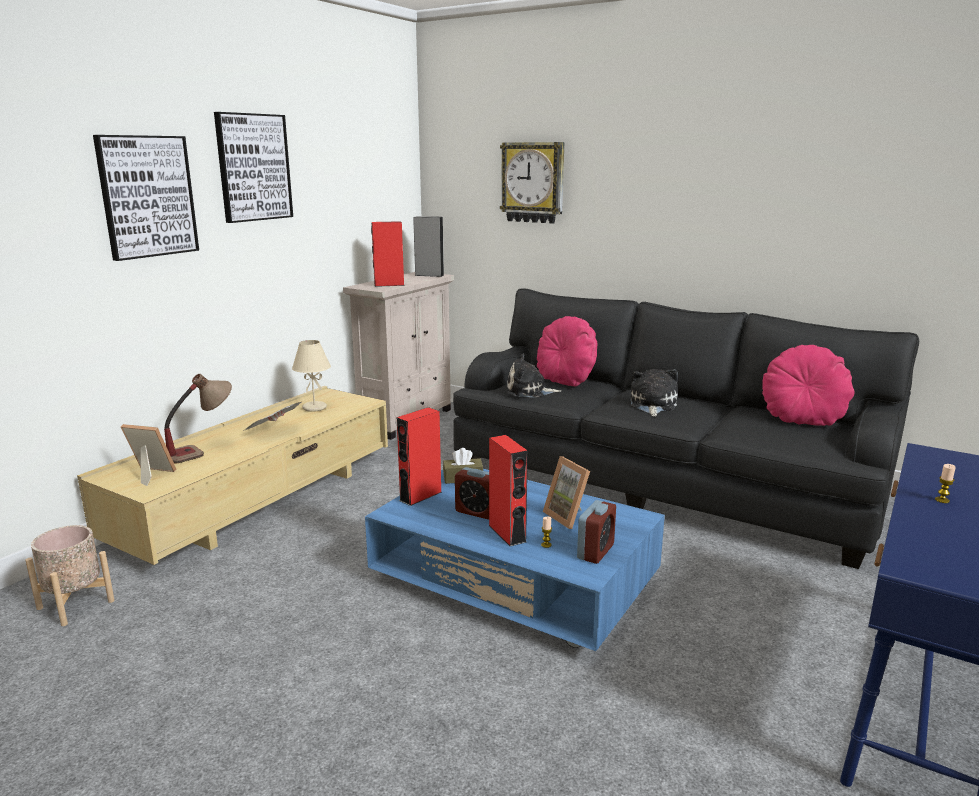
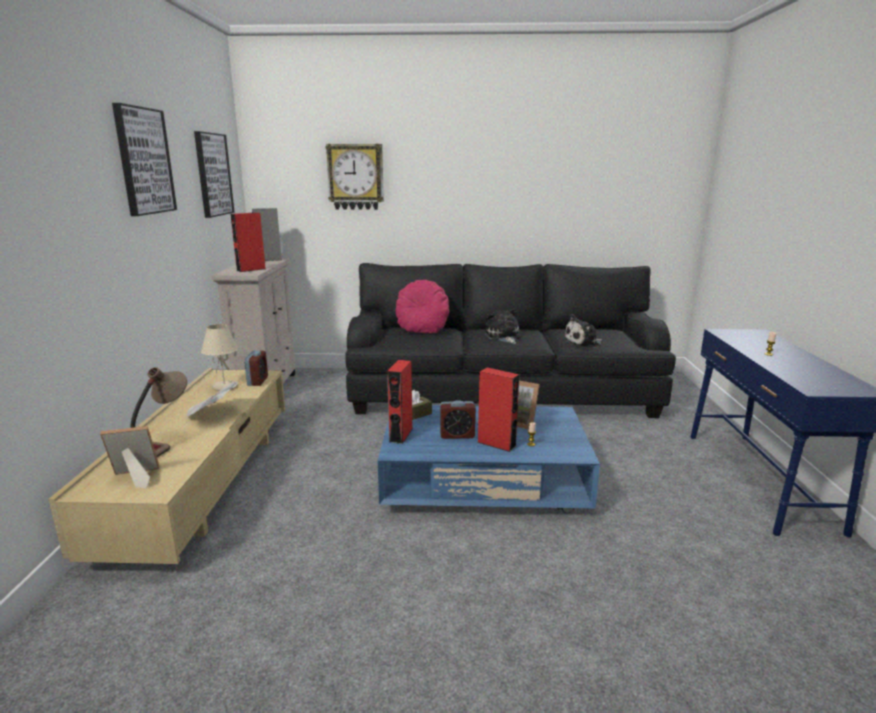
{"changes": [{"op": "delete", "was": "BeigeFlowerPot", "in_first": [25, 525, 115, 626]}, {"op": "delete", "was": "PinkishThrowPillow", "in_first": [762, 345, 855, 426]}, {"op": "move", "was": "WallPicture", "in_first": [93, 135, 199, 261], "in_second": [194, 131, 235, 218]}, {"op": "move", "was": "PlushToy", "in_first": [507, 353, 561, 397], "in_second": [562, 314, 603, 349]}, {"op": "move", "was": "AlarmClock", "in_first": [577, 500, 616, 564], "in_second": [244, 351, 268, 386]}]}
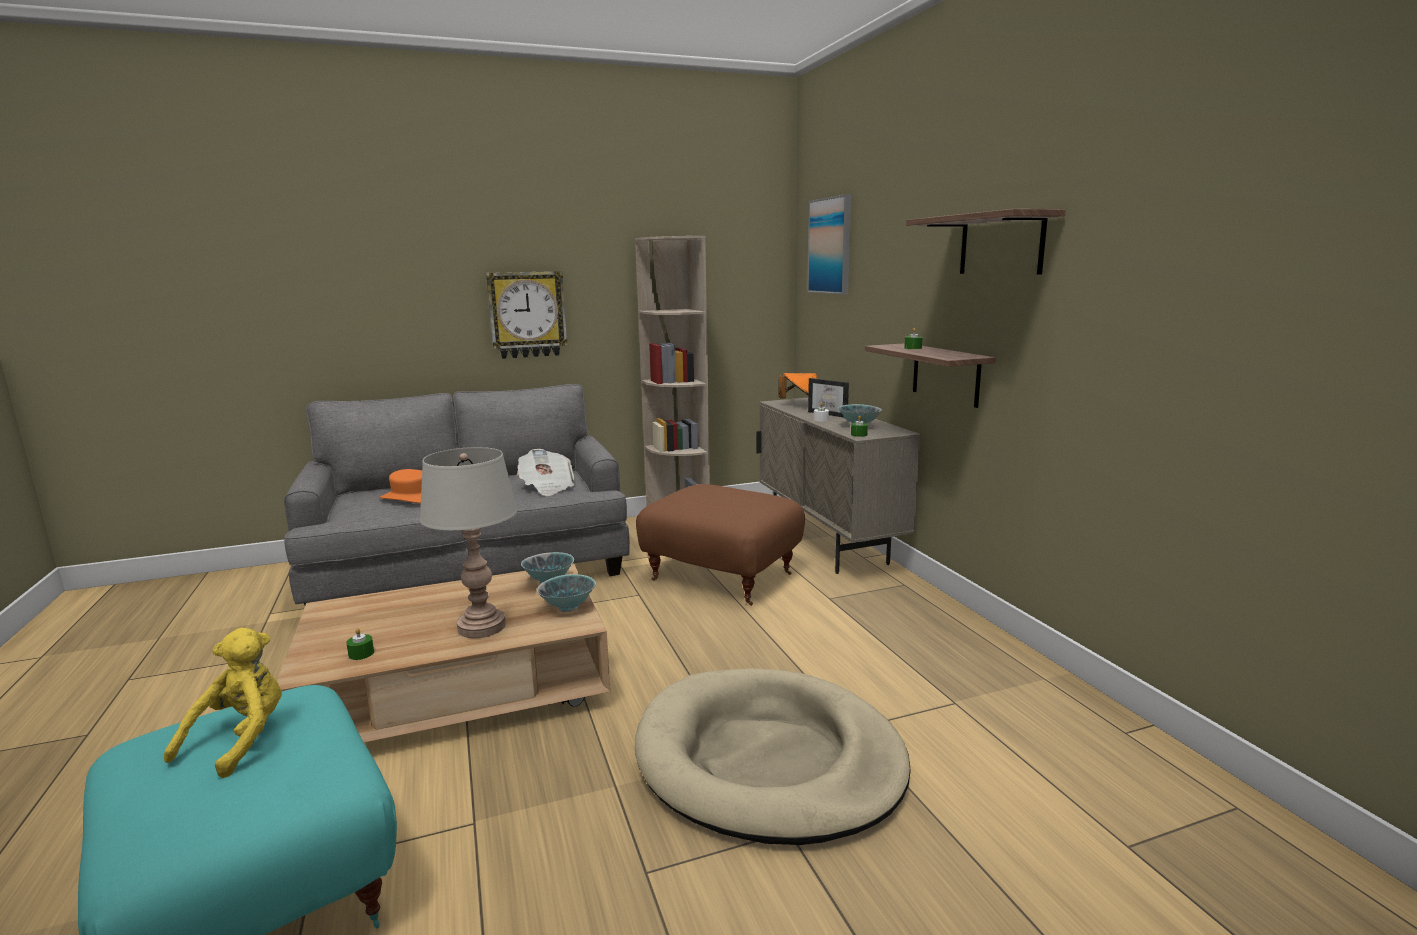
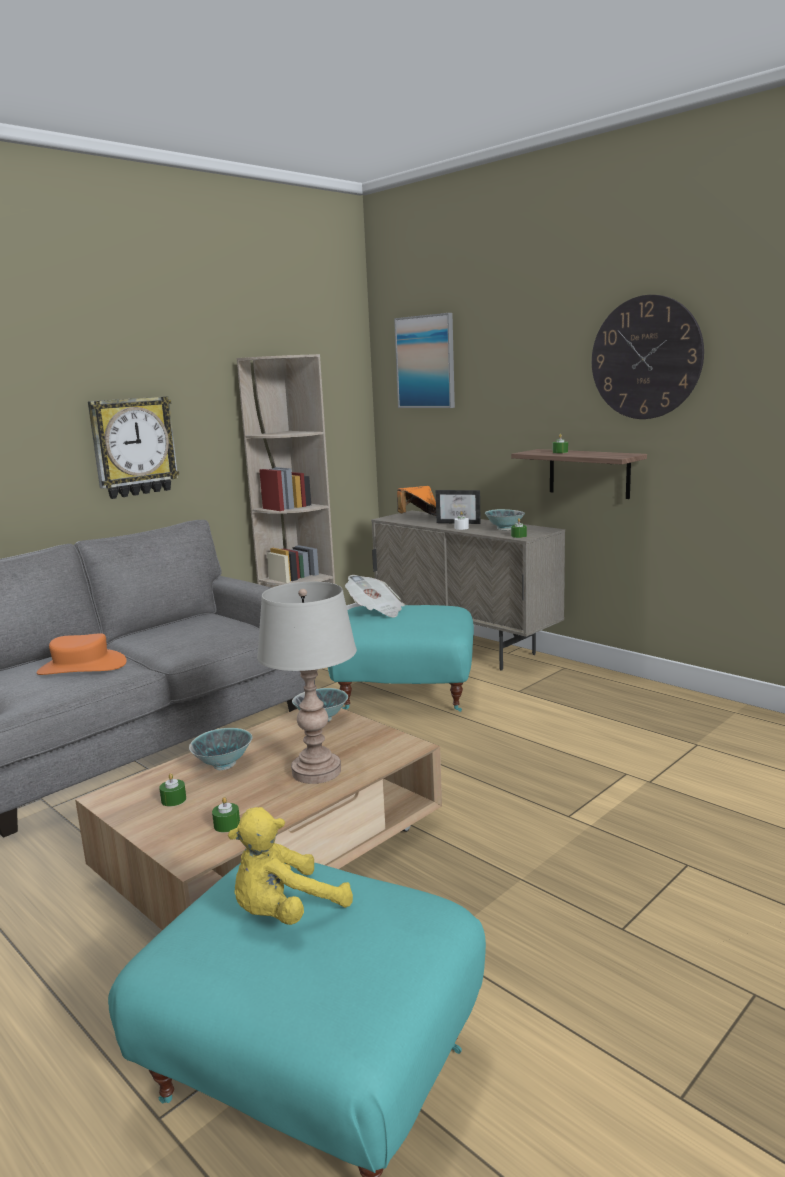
{"changes": [{"op": "delete", "was": "BeigePetBed", "in_first": [635, 668, 910, 845]}, {"op": "insert", "now": "GreenCandle", "in_second": [159, 773, 186, 806]}, {"op": "move", "was": "DailyPaper", "in_first": [517, 449, 574, 496], "in_second": [345, 575, 405, 618]}, {"op": "move", "was": "DeepDish", "in_first": [537, 574, 596, 612], "in_second": [189, 728, 252, 771]}, {"op": "replace", "was": "BracketShelf", "now": "ClockOnTheWall", "in_first": [906, 209, 1066, 274], "in_second": [592, 295, 704, 419]}, {"op": "recolor", "was": "BrownColouredOttoman", "now": "TurquoiseColouredOttoman", "in_first": [636, 484, 805, 606], "in_second": [328, 605, 474, 712]}, {"op": "rotate", "was": "YellowishPlushToy", "in_first": [164, 628, 282, 778], "in_second": [228, 807, 353, 925], "clockwise": -120}]}
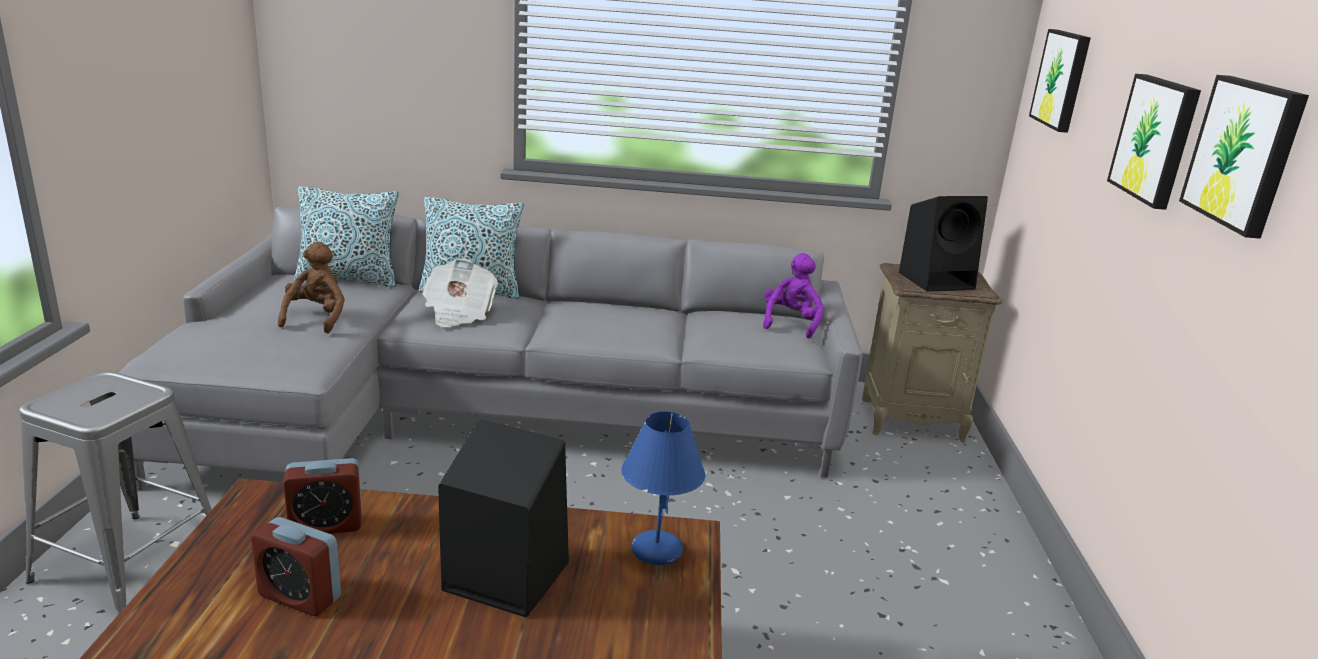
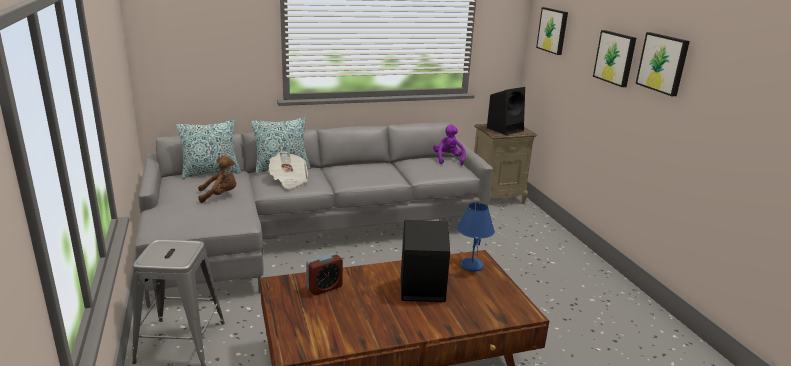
{"changes": [{"op": "delete", "was": "AlarmClock", "in_first": [251, 517, 341, 616]}, {"op": "rotate", "was": "BrownColouredPlushToy", "in_first": [278, 242, 345, 333], "in_second": [198, 156, 236, 203], "clockwise": 90}]}
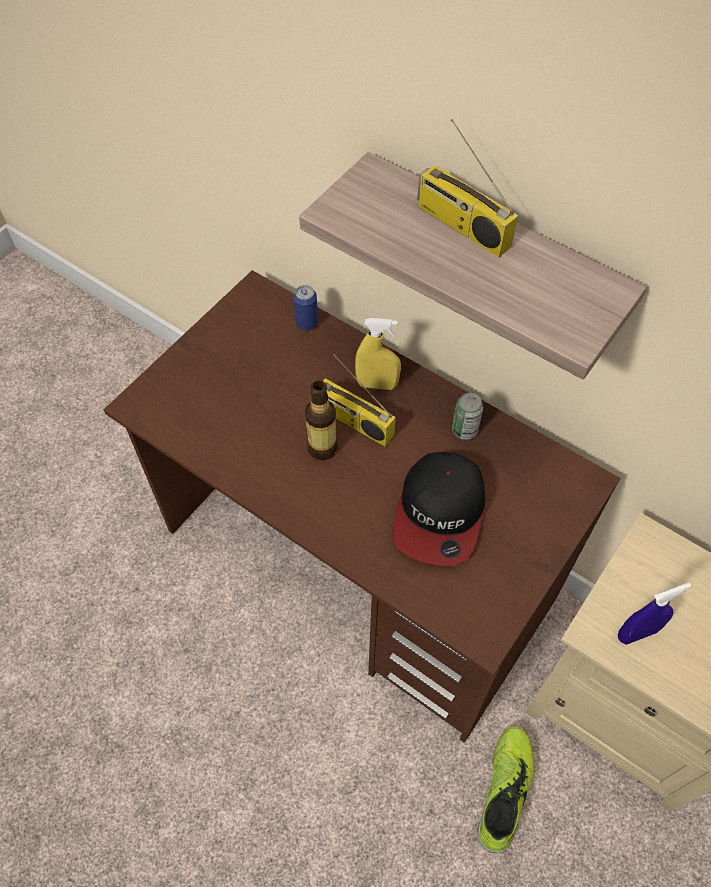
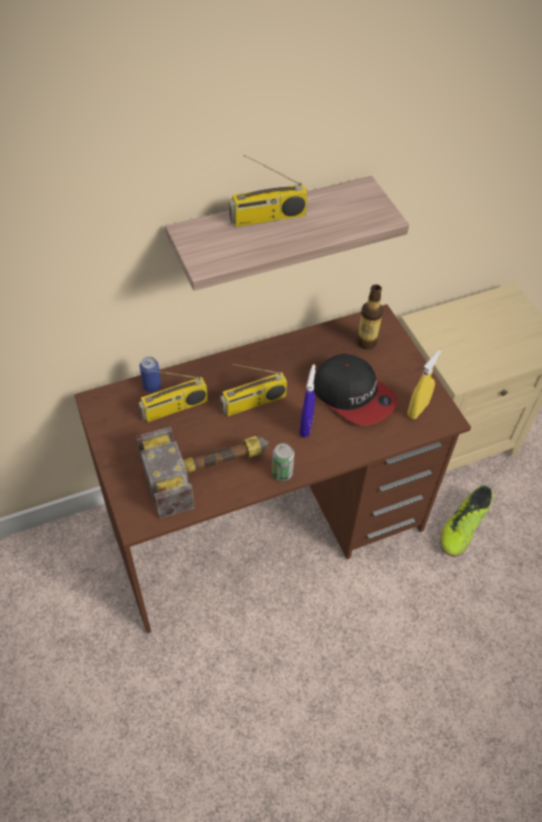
{"changes": [{"op": "insert", "now": "Hammer", "in_second": [136, 426, 269, 519]}, {"op": "insert", "now": "RadioReceiver", "in_second": [138, 369, 208, 422]}, {"op": "move", "was": "Bottle", "in_first": [305, 380, 337, 460], "in_second": [356, 284, 383, 349]}, {"op": "move", "was": "YellowishSprayer", "in_first": [355, 318, 401, 390], "in_second": [408, 350, 441, 419]}, {"op": "move", "was": "MetalCan", "in_first": [452, 393, 483, 440], "in_second": [272, 443, 294, 481]}, {"op": "move", "was": "BlueColouredSprayer", "in_first": [618, 583, 691, 645], "in_second": [300, 364, 316, 438]}, {"op": "rotate", "was": "ItemOfFootwear", "in_first": [477, 726, 534, 853], "in_second": [440, 485, 493, 557], "clockwise": -105}]}
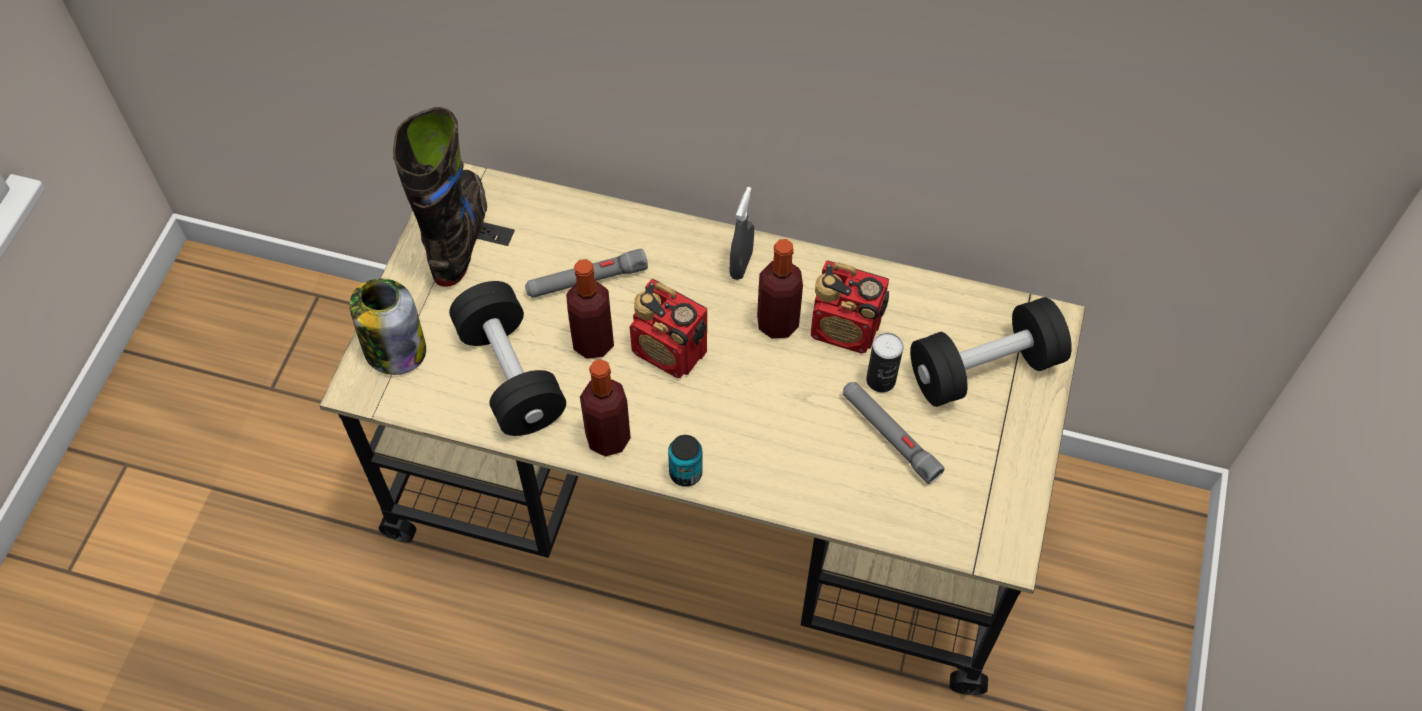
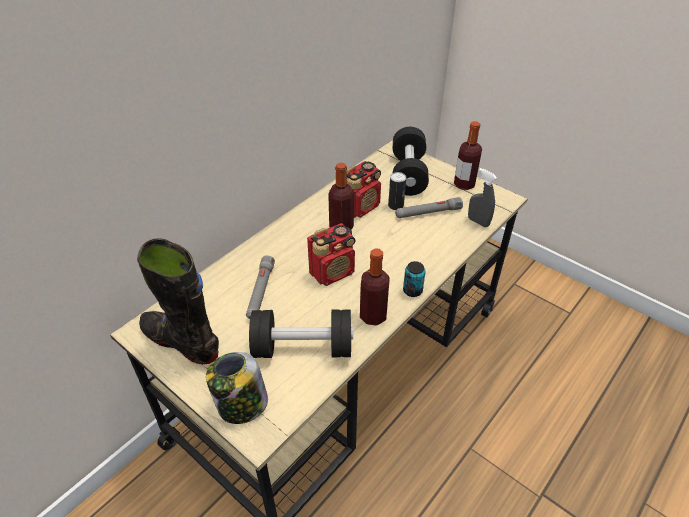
{"changes": [{"op": "move", "was": "Bottle", "in_first": [566, 259, 614, 359], "in_second": [454, 121, 482, 190]}, {"op": "move", "was": "GreySprayer", "in_first": [730, 187, 754, 280], "in_second": [468, 168, 497, 227]}]}
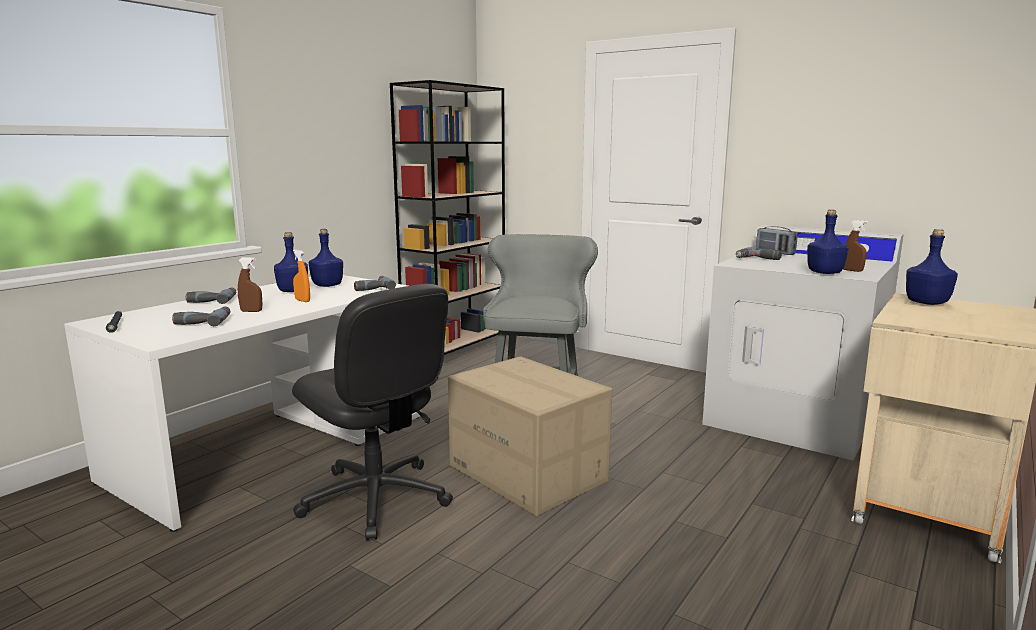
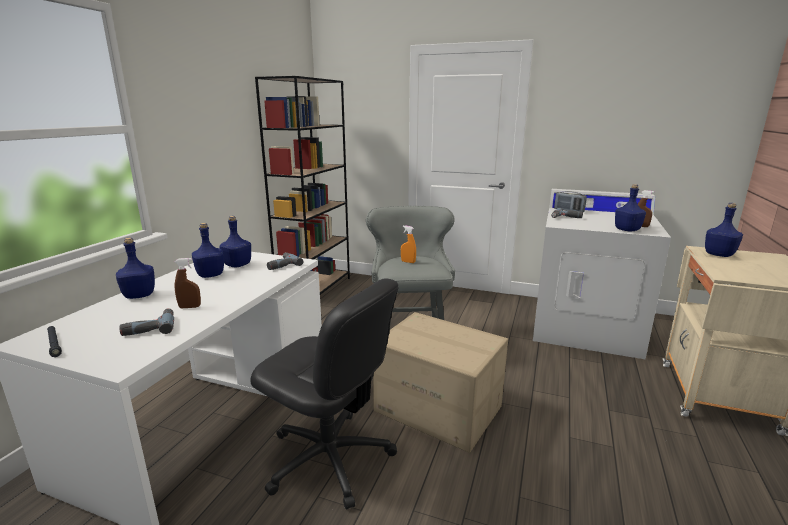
{"changes": [{"op": "move", "was": "OrangeySprayer", "in_first": [293, 249, 310, 302], "in_second": [401, 226, 416, 263]}, {"op": "replace", "was": "ElectricDrill", "now": "BlueColouredBottle", "in_first": [186, 287, 236, 304], "in_second": [116, 238, 155, 299]}]}
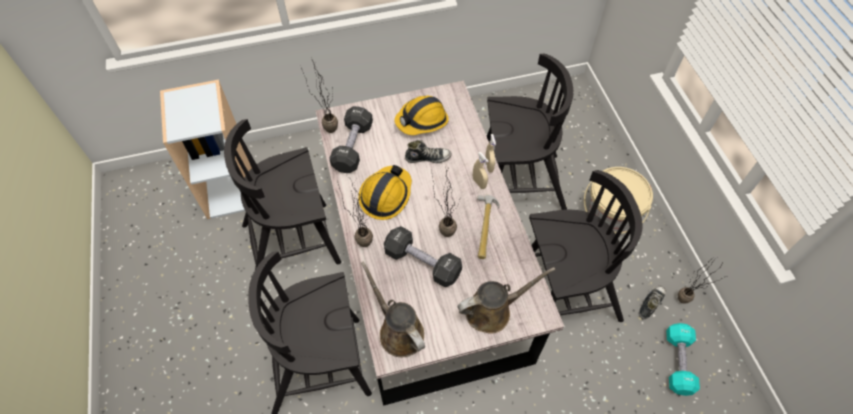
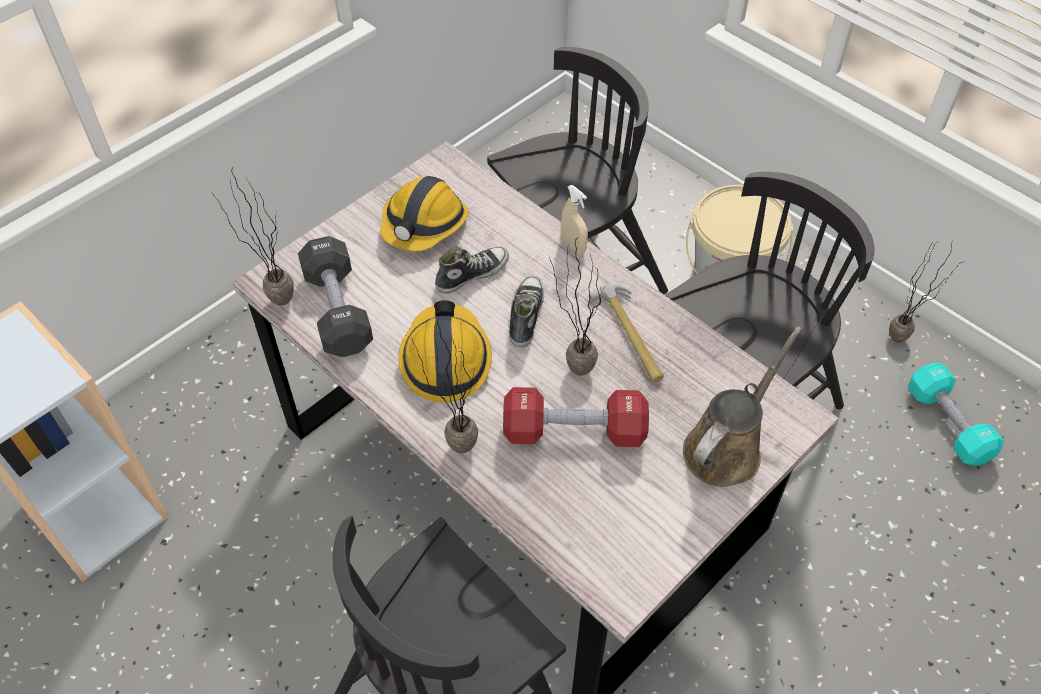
{"changes": [{"op": "delete", "was": "BlackColouredPlainChair", "in_first": [224, 119, 341, 269]}, {"op": "delete", "was": "BrownColouredWateringCan", "in_first": [361, 261, 425, 357]}, {"op": "delete", "was": "BeigeSprayer", "in_first": [473, 152, 488, 189]}, {"op": "move", "was": "ItemOfFootwear", "in_first": [639, 286, 666, 319], "in_second": [509, 276, 544, 348]}, {"op": "recolor", "was": "BlackColouredDumbbell", "now": "RedColouredDumbbell", "in_first": [384, 226, 462, 287], "in_second": [503, 387, 649, 447]}]}
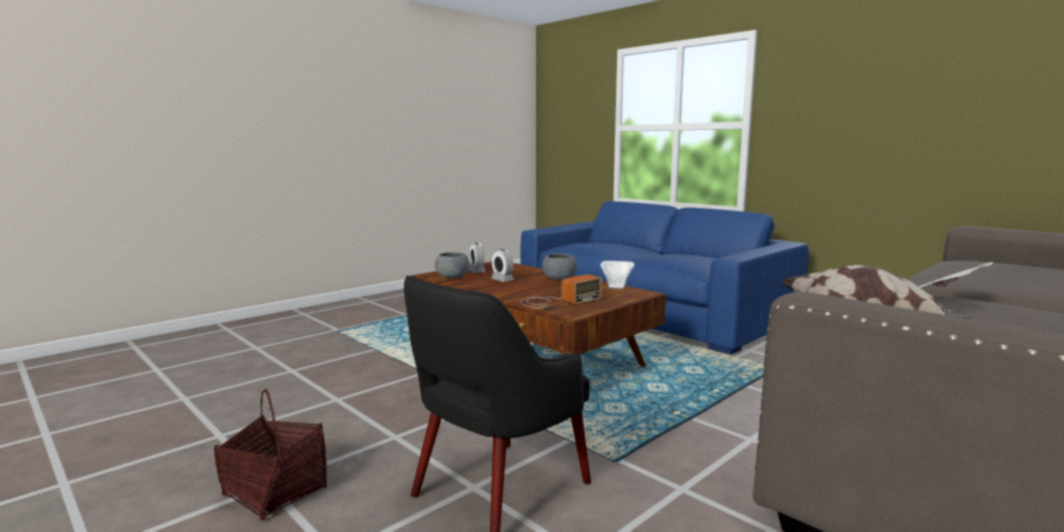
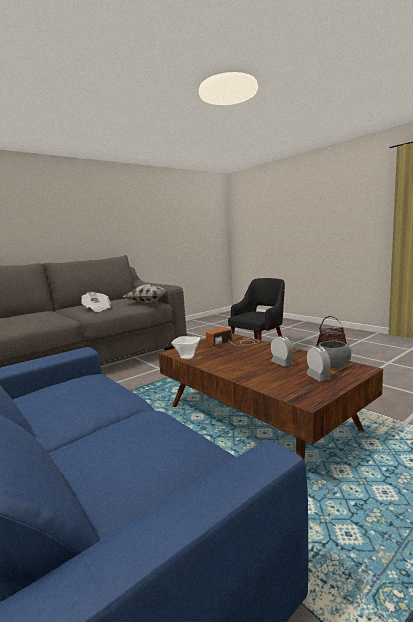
{"changes": [{"op": "delete", "was": "GreyDeepDish", "in_first": [542, 254, 577, 280]}]}
